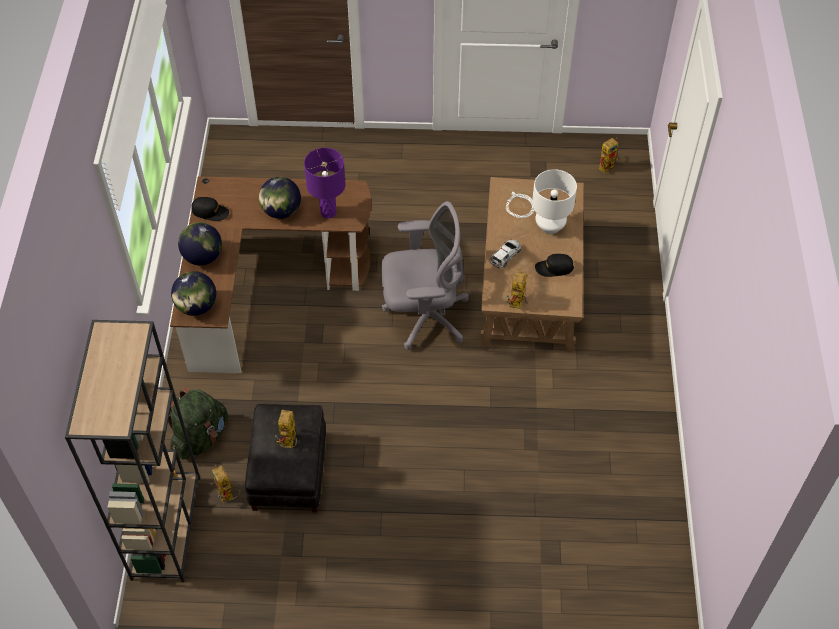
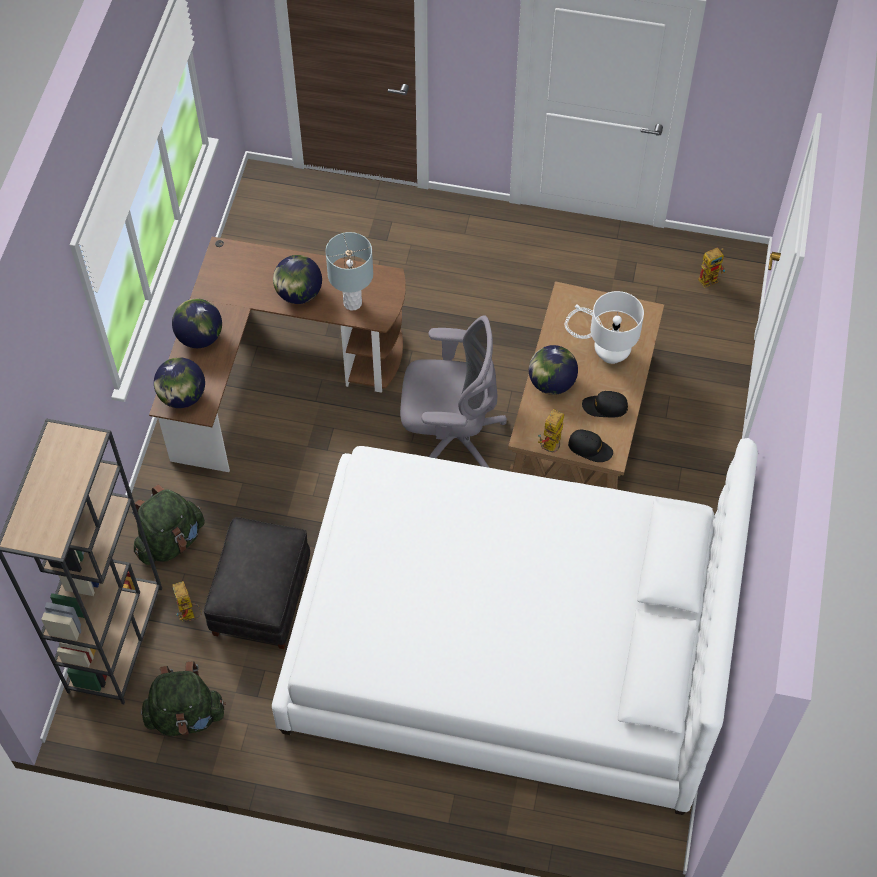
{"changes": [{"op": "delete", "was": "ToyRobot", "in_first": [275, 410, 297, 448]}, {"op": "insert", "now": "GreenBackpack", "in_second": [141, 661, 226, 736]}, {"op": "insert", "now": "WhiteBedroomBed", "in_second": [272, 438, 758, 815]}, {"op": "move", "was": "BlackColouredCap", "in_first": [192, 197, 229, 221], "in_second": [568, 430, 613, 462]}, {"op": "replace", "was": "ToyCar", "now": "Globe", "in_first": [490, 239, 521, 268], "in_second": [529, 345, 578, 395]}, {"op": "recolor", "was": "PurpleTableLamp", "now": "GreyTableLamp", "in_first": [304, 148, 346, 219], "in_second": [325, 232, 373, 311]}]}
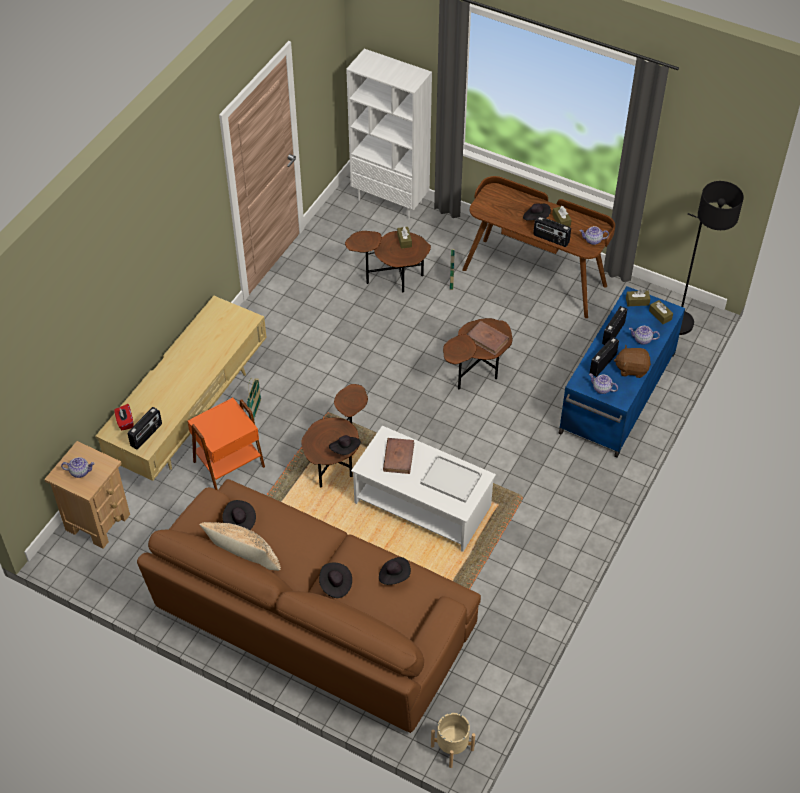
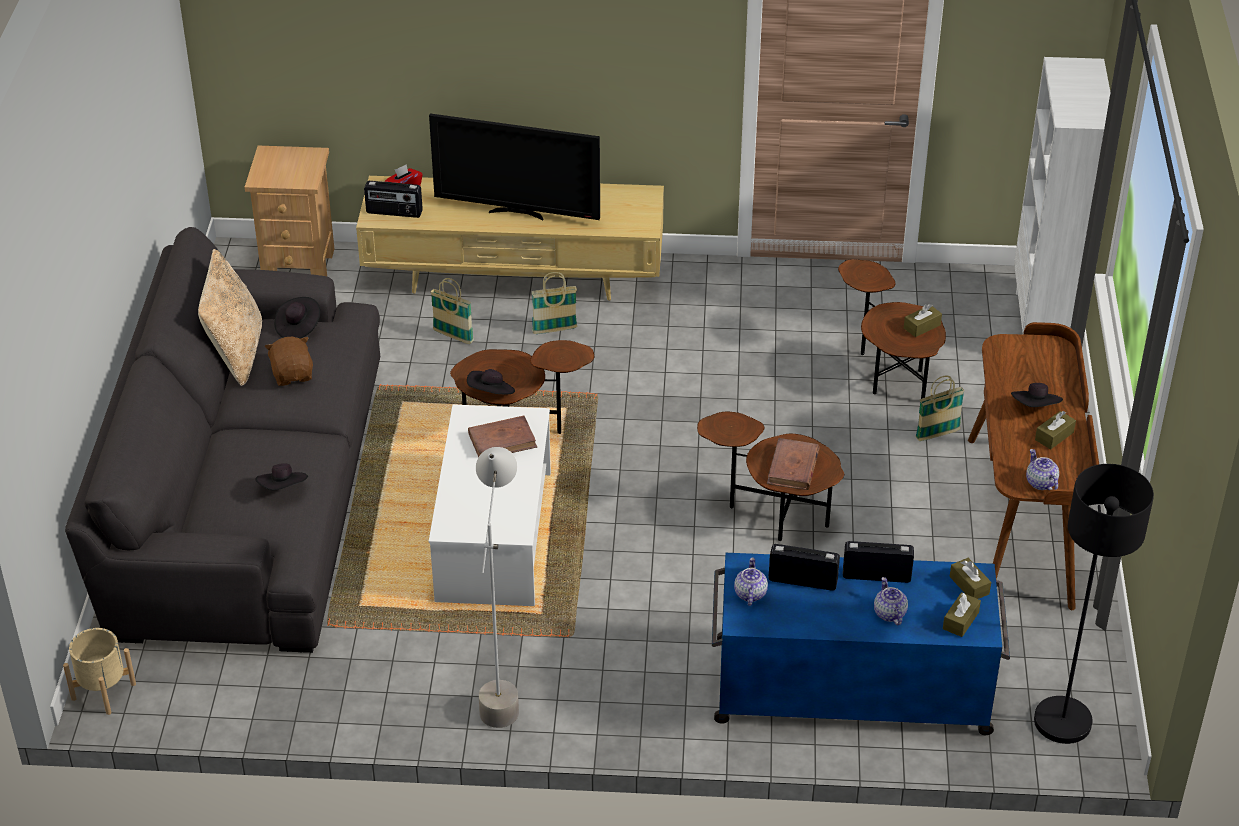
{"changes": [{"op": "delete", "was": "PotForTea", "in_first": [61, 457, 95, 478]}, {"op": "delete", "was": "BlackColouredWearableHat", "in_first": [319, 563, 352, 598]}, {"op": "delete", "was": "WhiteTray", "in_first": [420, 455, 482, 503]}, {"op": "delete", "was": "RadioReceiver", "in_first": [533, 216, 571, 247]}, {"op": "insert", "now": "TvSet", "in_second": [429, 113, 600, 221]}, {"op": "insert", "now": "GreyStandingLamp", "in_second": [476, 447, 519, 728]}, {"op": "move", "was": "BrownColouredPlushToy", "in_first": [614, 344, 651, 378], "in_second": [264, 337, 313, 386]}, {"op": "replace", "was": "OrangeySideTable", "now": "Basket", "in_first": [188, 398, 265, 490], "in_second": [430, 278, 474, 344]}, {"op": "recolor", "was": "BrownColouredCouch", "now": "GreyCouch", "in_first": [137, 479, 481, 733], "in_second": [65, 227, 380, 653]}]}
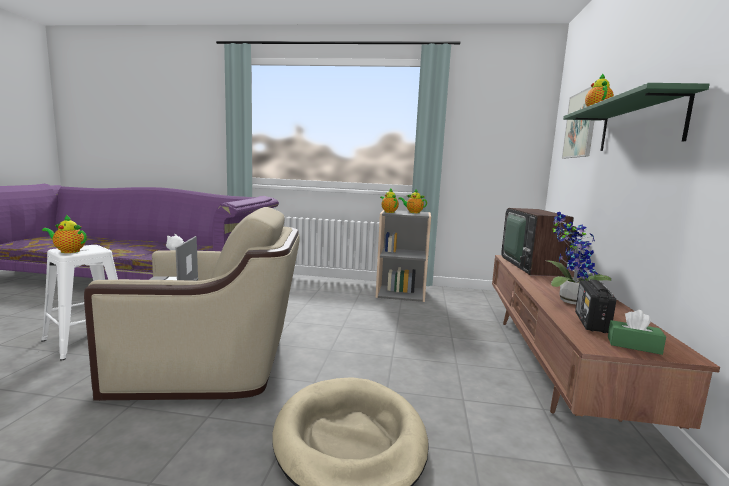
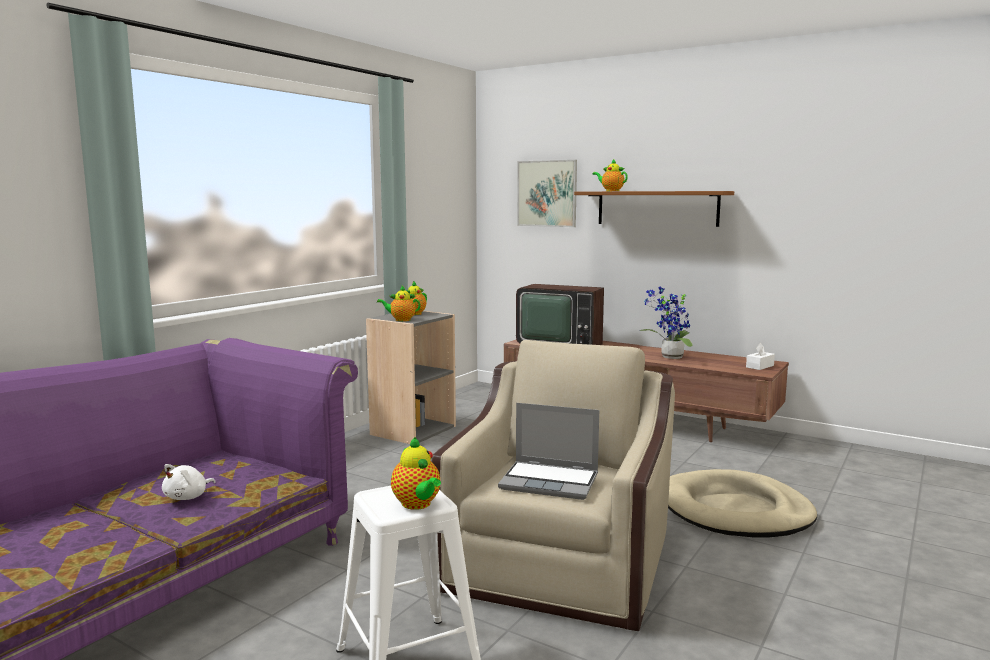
{"changes": [{"op": "delete", "was": "RadioReceiver", "in_first": [575, 279, 616, 333]}, {"op": "recolor", "was": "GreenBracketShelf", "now": "BrownColouredBracketShelf", "in_first": [563, 83, 710, 151], "in_second": [574, 191, 734, 227]}, {"op": "recolor", "was": "GreenTissueBox", "now": "WhiteTissueBox", "in_first": [608, 310, 666, 355], "in_second": [746, 343, 775, 370]}, {"op": "rotate", "was": "PotForTea", "in_first": [42, 215, 87, 253], "in_second": [391, 437, 441, 510], "clockwise": -60}]}
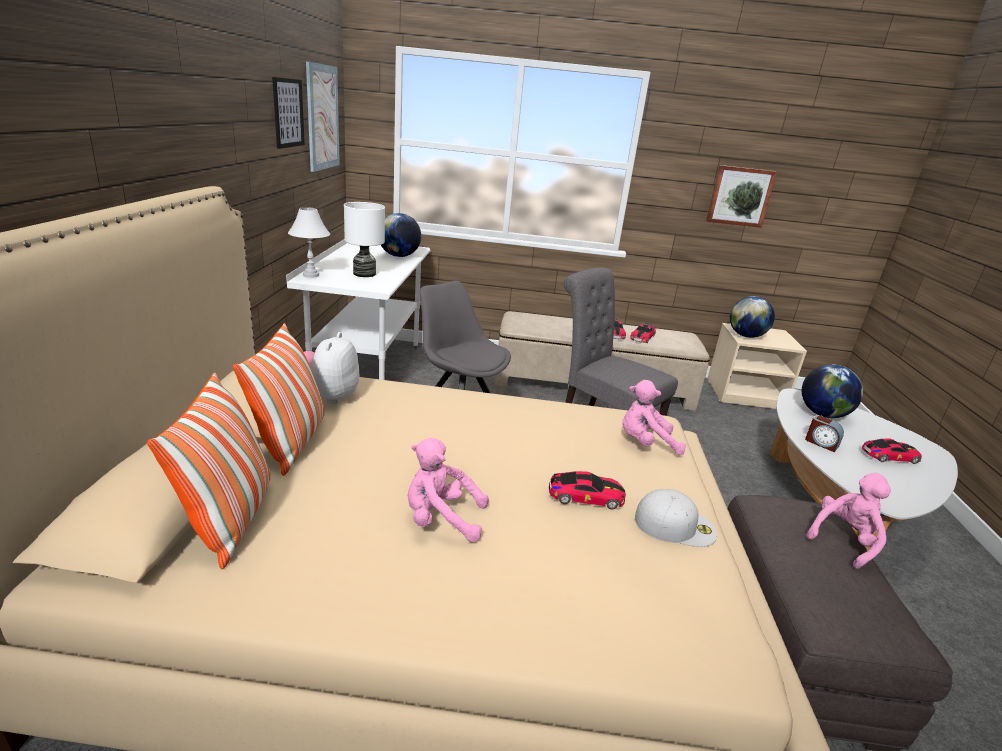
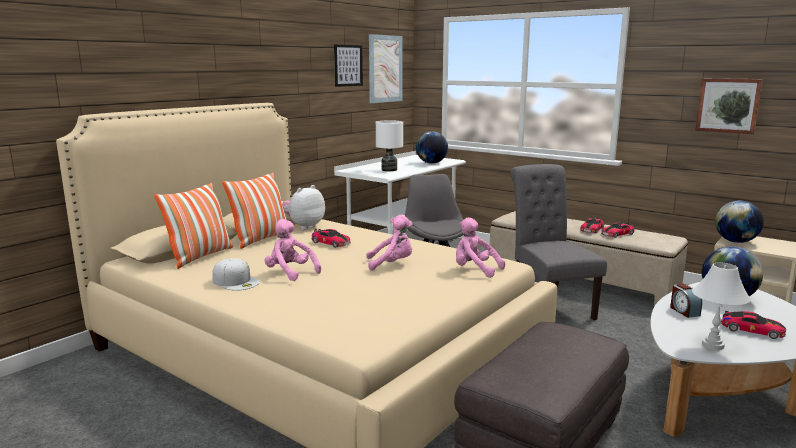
{"changes": [{"op": "move", "was": "WhiteTableLamp", "in_first": [288, 207, 330, 278], "in_second": [692, 262, 751, 350]}, {"op": "move", "was": "ToyCar", "in_first": [549, 471, 626, 509], "in_second": [312, 229, 351, 248]}, {"op": "move", "was": "WhiteCap", "in_first": [635, 489, 717, 547], "in_second": [212, 258, 260, 291]}, {"op": "move", "was": "PinkishPlushToy", "in_first": [806, 473, 891, 569], "in_second": [366, 214, 412, 271]}]}
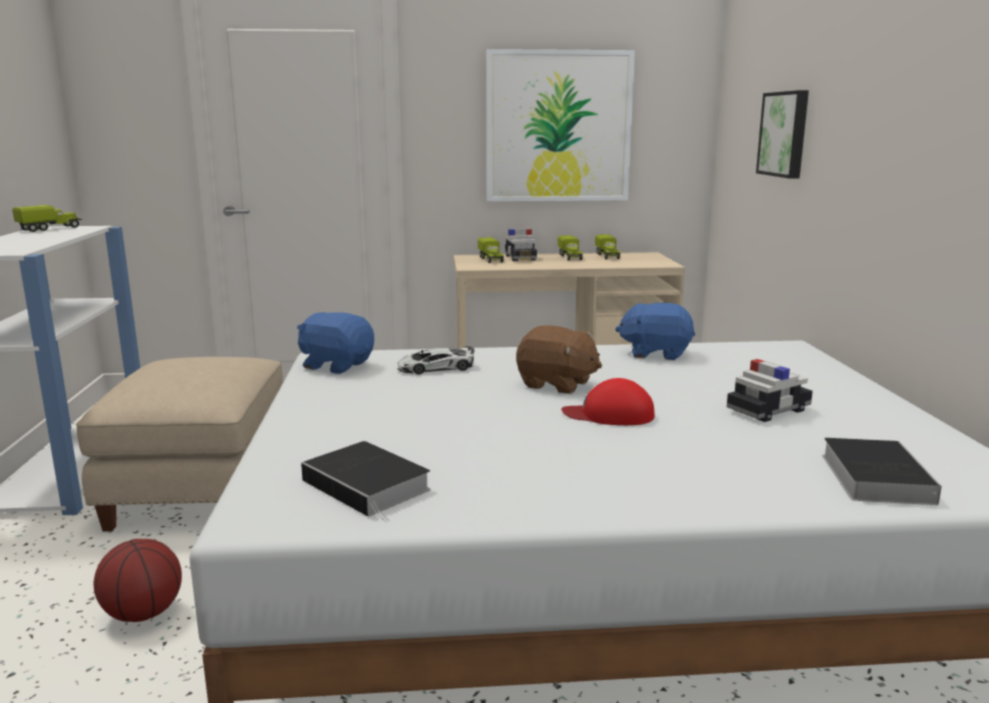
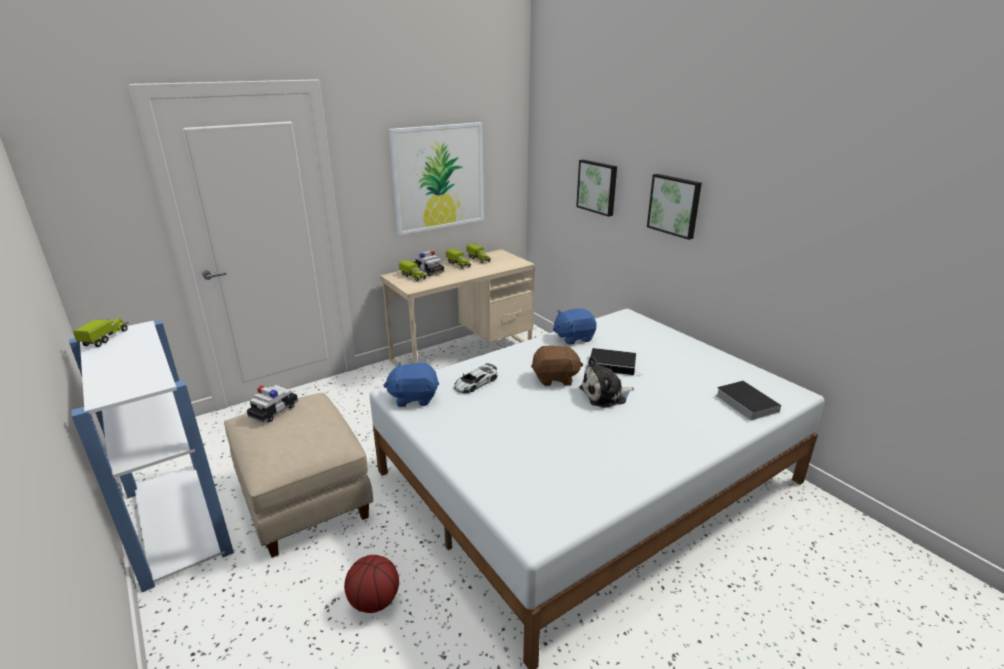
{"changes": [{"op": "insert", "now": "WallPicture", "in_second": [647, 174, 702, 240]}, {"op": "move", "was": "Volume", "in_first": [301, 441, 431, 522], "in_second": [590, 348, 641, 375]}, {"op": "move", "was": "ToyCar", "in_first": [727, 359, 813, 422], "in_second": [247, 385, 298, 423]}, {"op": "replace", "was": "RedColouredCap", "now": "PlushToy", "in_first": [561, 378, 655, 425], "in_second": [579, 356, 634, 408]}]}
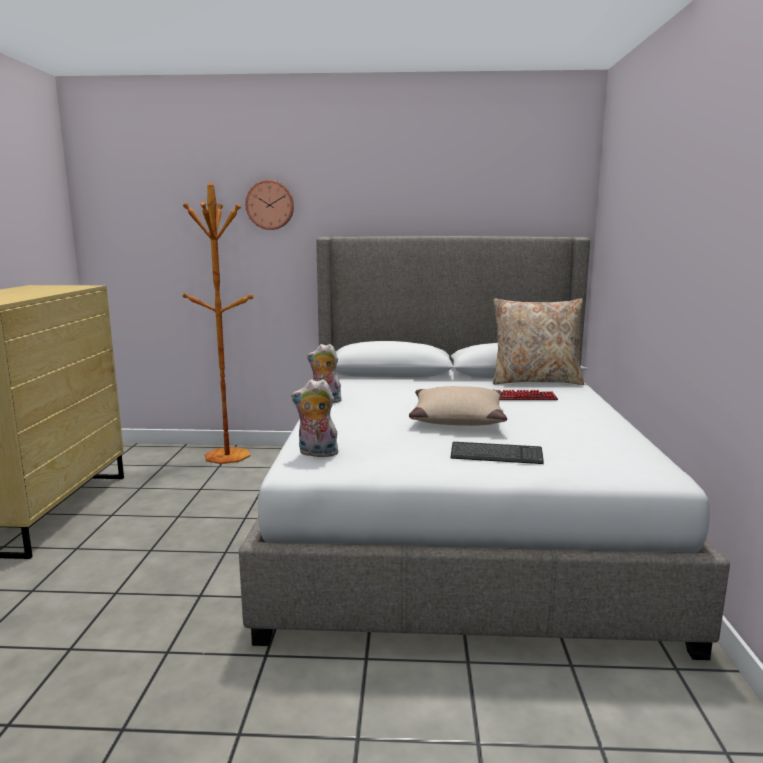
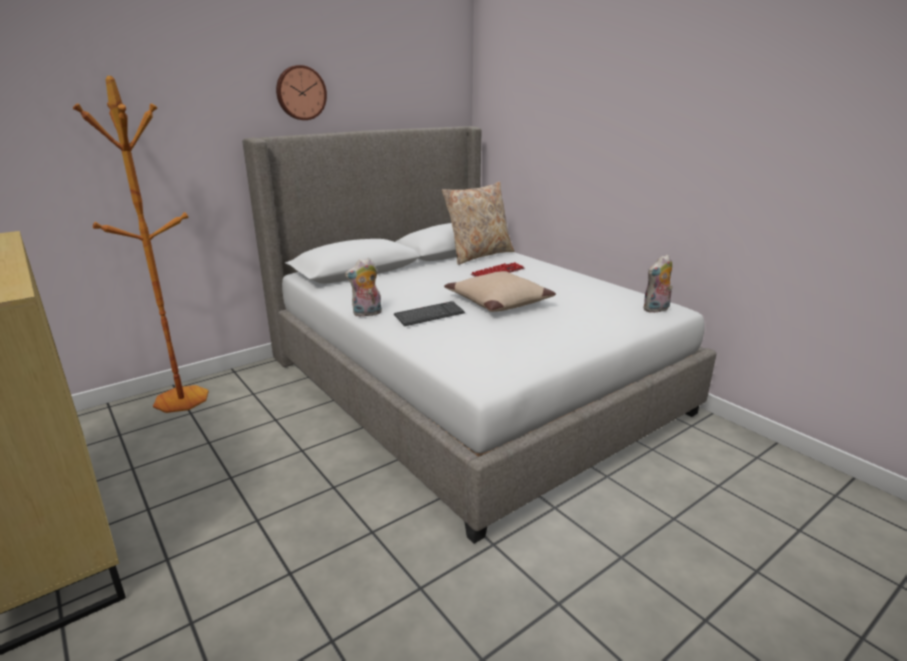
{"changes": [{"op": "move", "was": "ClockOnTheWall", "in_first": [245, 180, 294, 230], "in_second": [276, 65, 327, 120]}, {"op": "move", "was": "PlushToy", "in_first": [291, 379, 338, 457], "in_second": [643, 254, 672, 313]}, {"op": "move", "was": "Keyboard", "in_first": [450, 442, 544, 464], "in_second": [394, 301, 465, 326]}]}
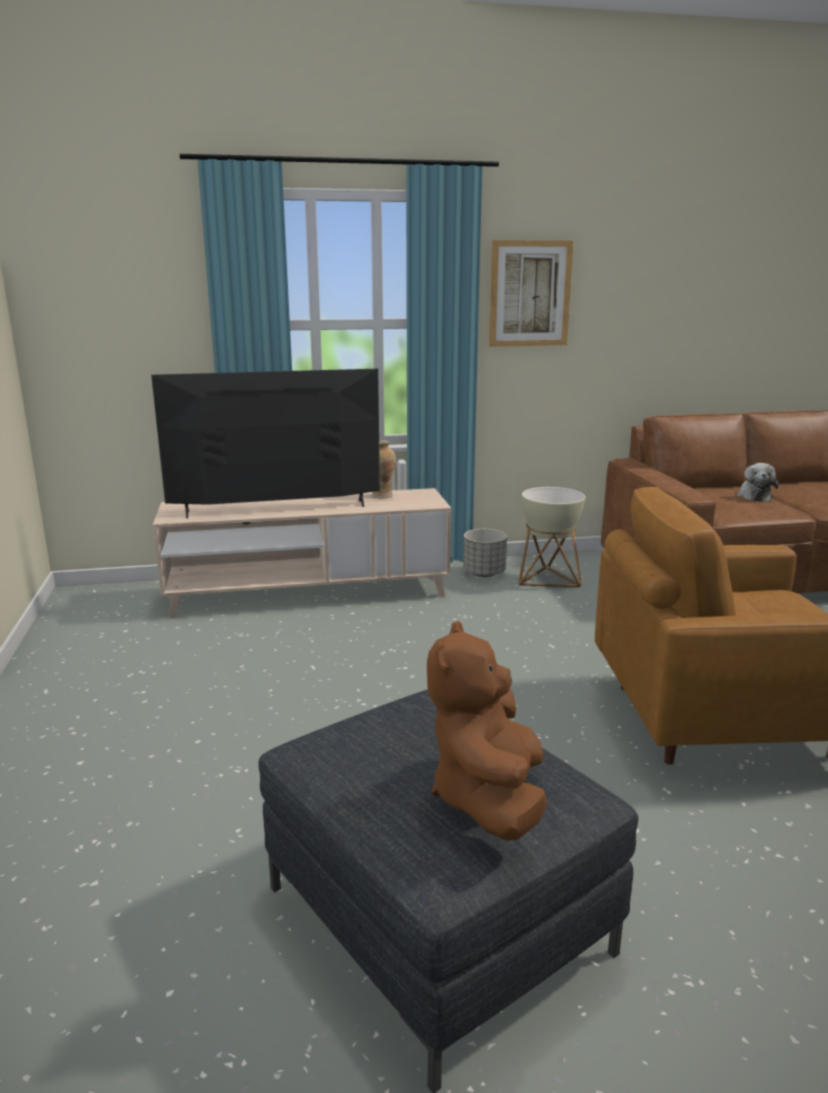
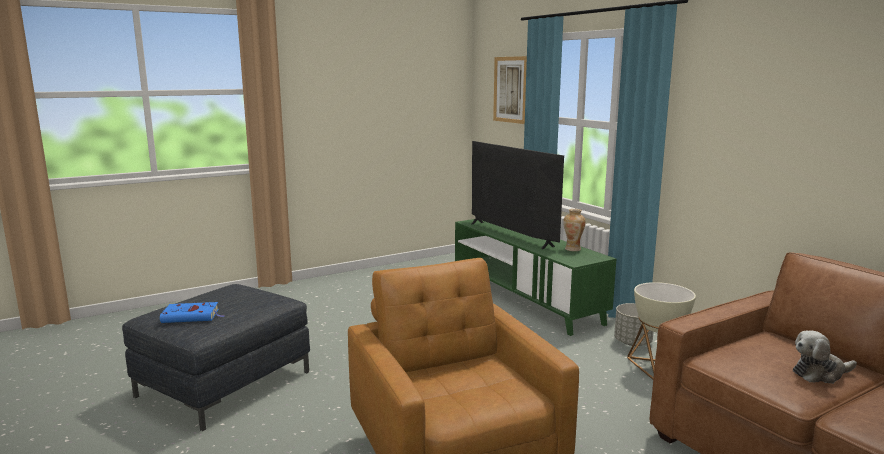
{"changes": [{"op": "move", "was": "WallPicture", "in_first": [489, 240, 574, 347], "in_second": [493, 56, 527, 124]}, {"op": "replace", "was": "BrownColouredPlushToy", "now": "BlueColouredVolume", "in_first": [427, 621, 547, 841], "in_second": [160, 302, 225, 323]}, {"op": "recolor", "was": "BeigeMediaConsole", "now": "GreenMediaConsole", "in_first": [153, 488, 451, 618], "in_second": [455, 219, 616, 336]}]}
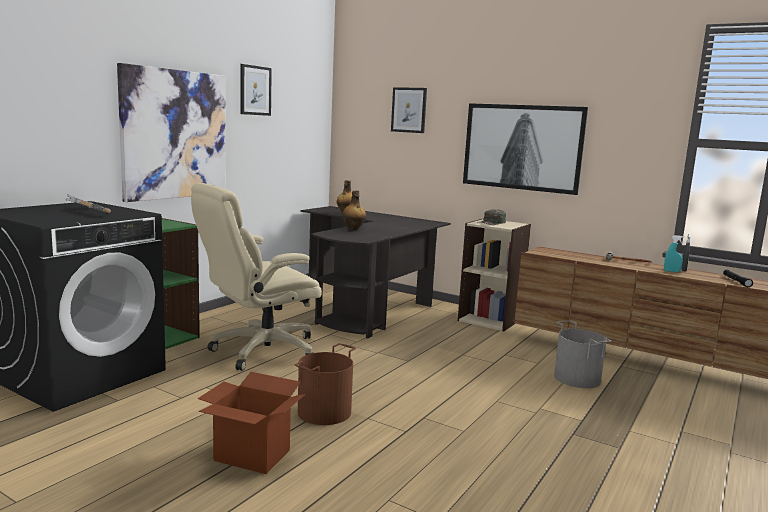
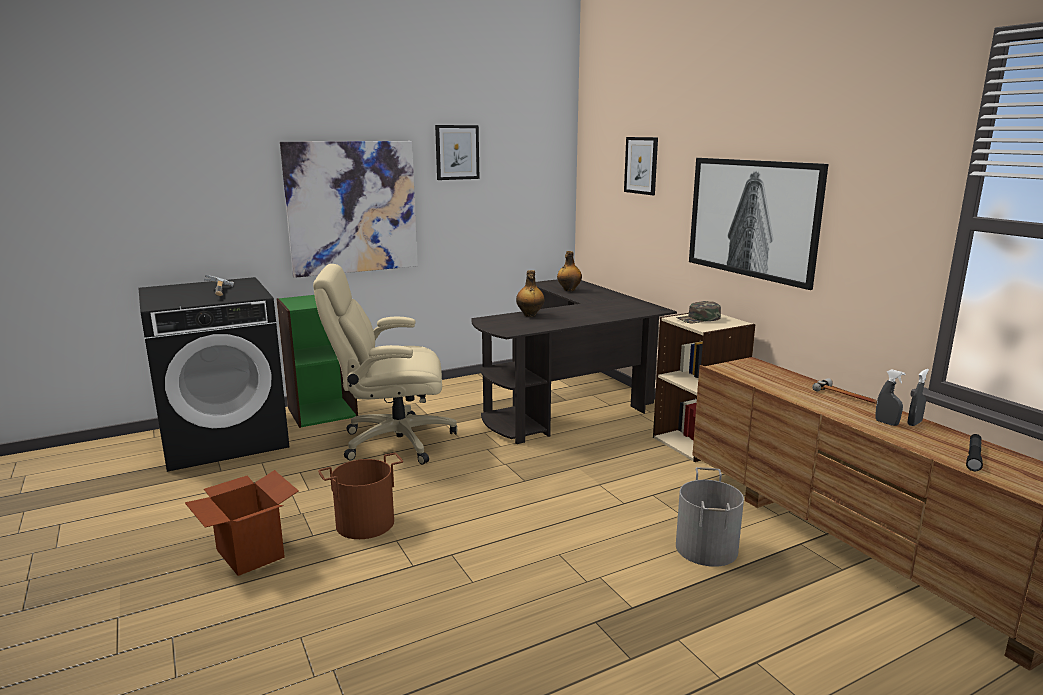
{"changes": [{"op": "recolor", "was": "TurquoiseColouredSprayer", "now": "GreySprayer", "in_first": [664, 235, 684, 272], "in_second": [875, 369, 906, 426]}]}
